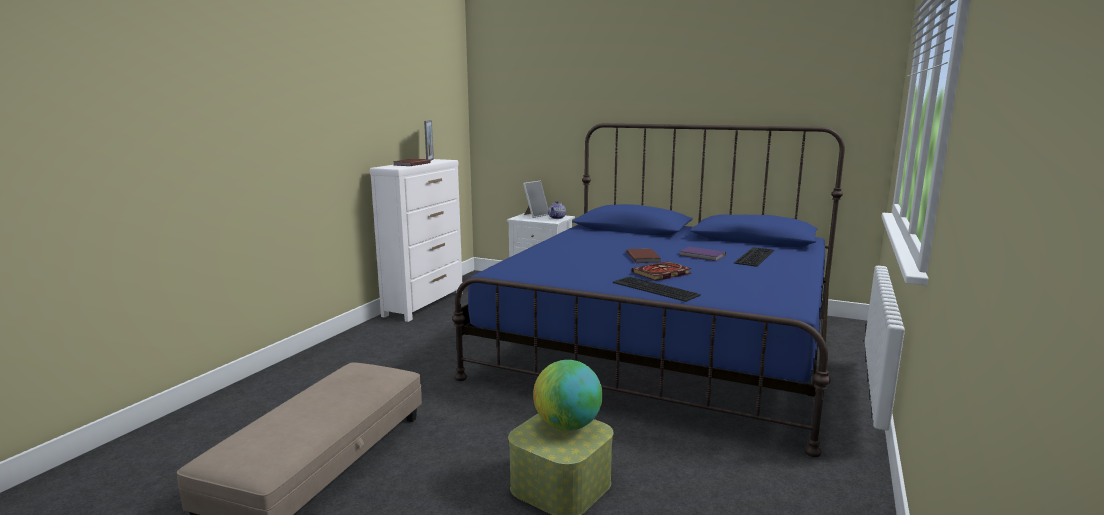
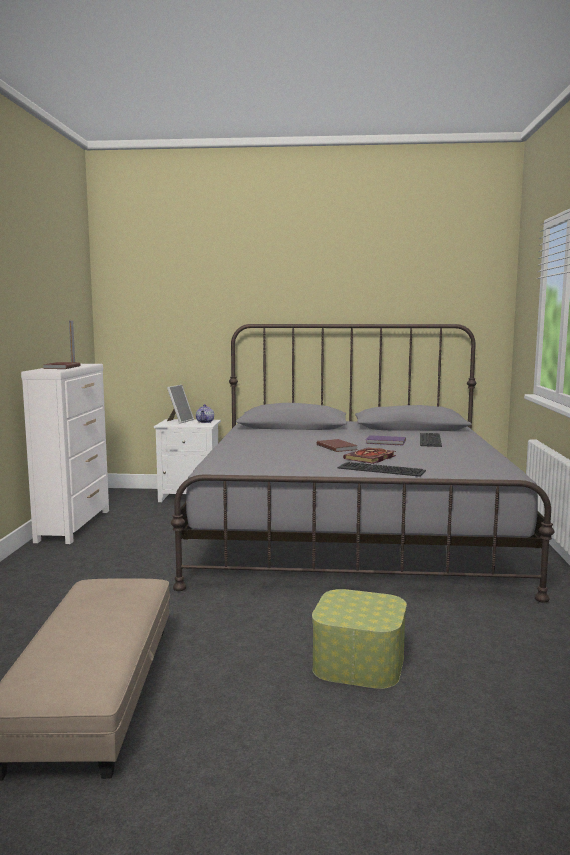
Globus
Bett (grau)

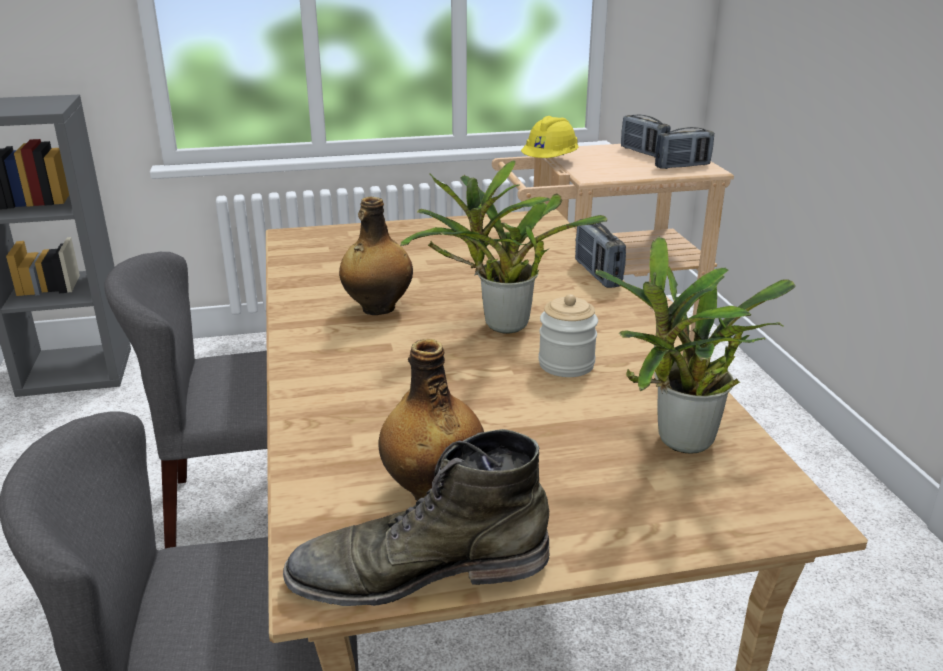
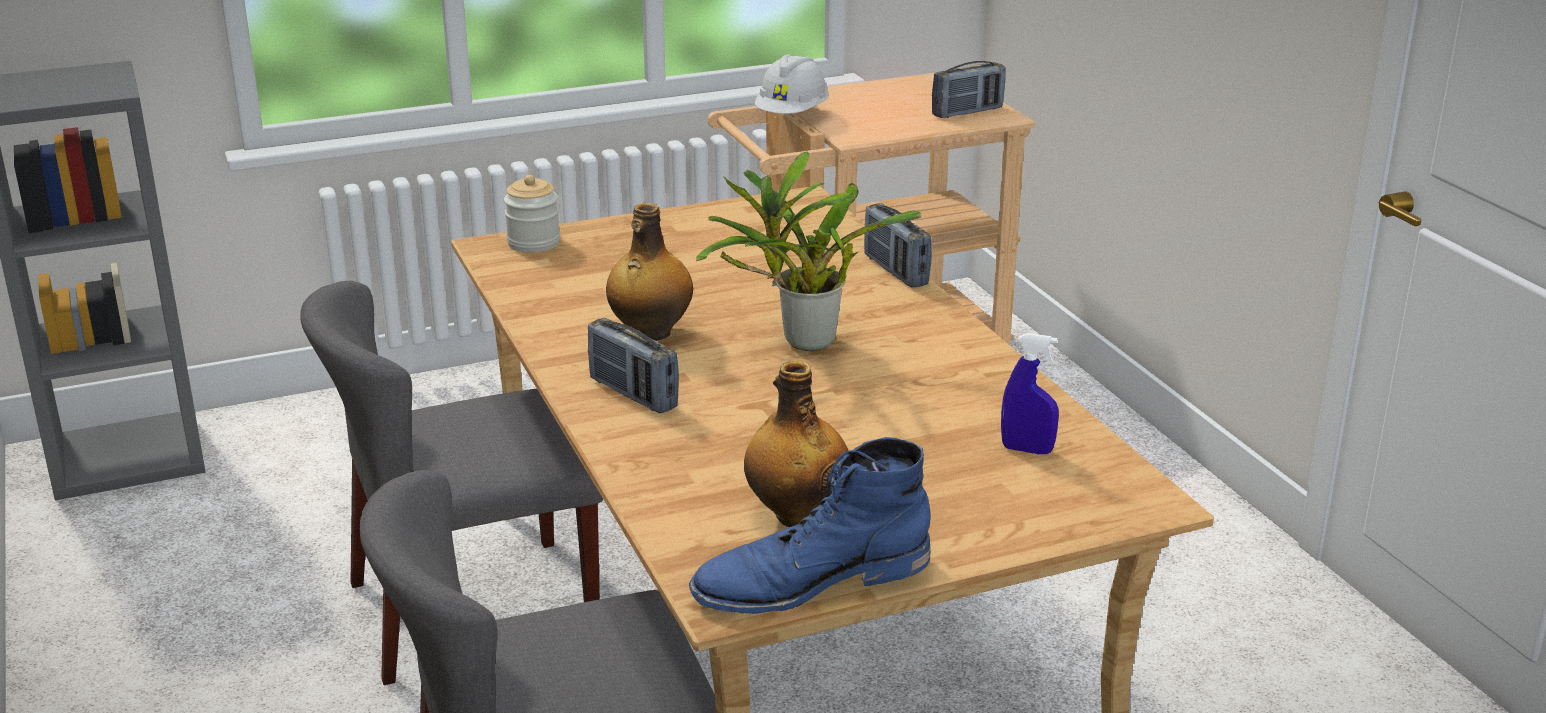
Vorratsglas
Radio (1st from left)
Sprühflasche (blau)
Stiefel (blau)
Schutzhelm (weiß)

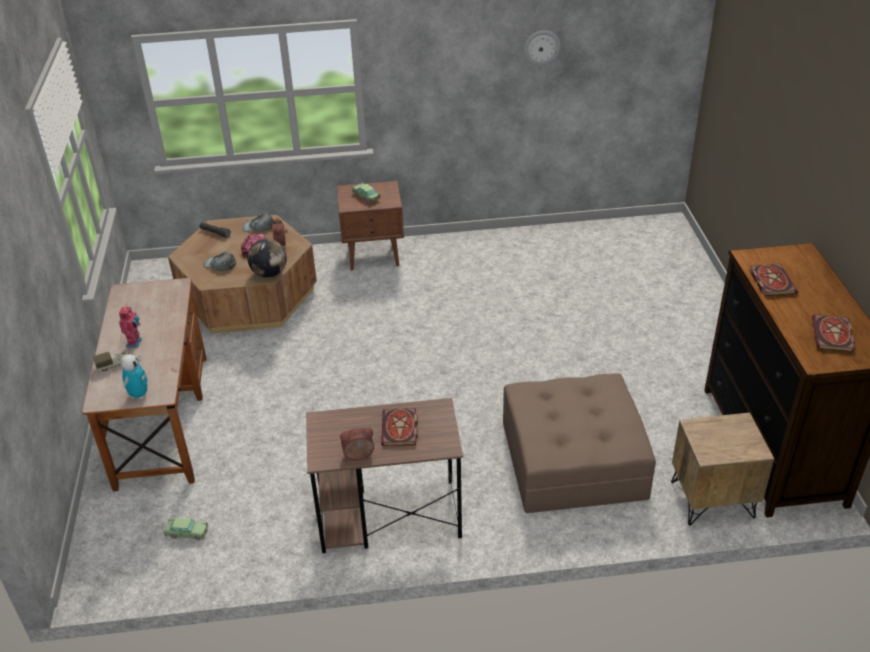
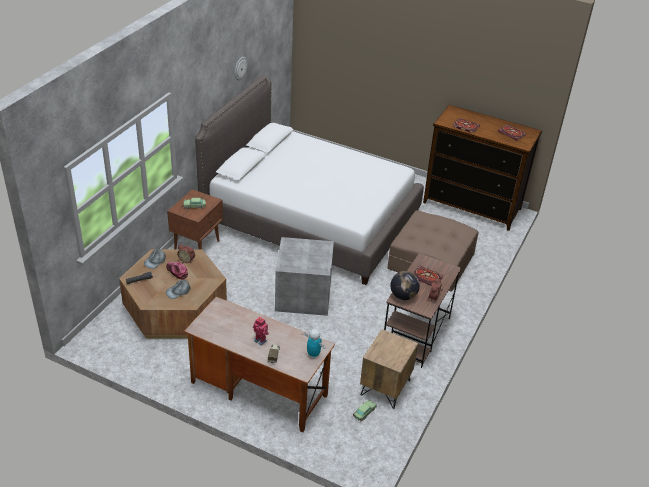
Bett (weiß)
Aufbewahrungsbox (grau)
Globus
Nachttisch (braun) (2nd from left)

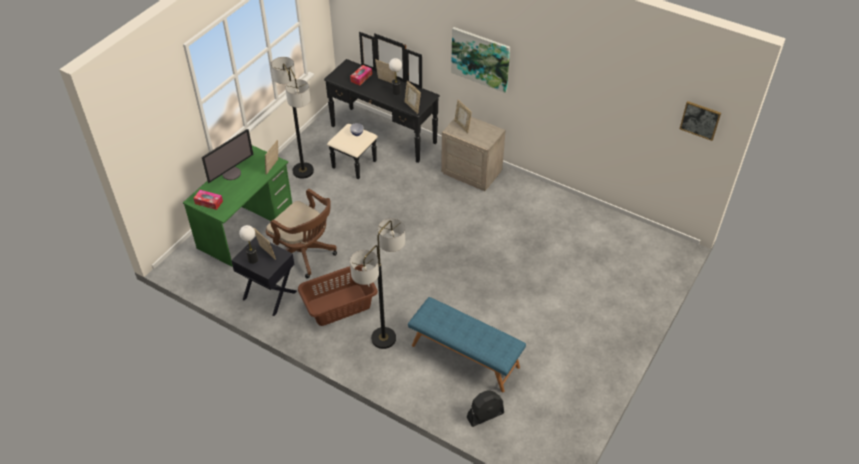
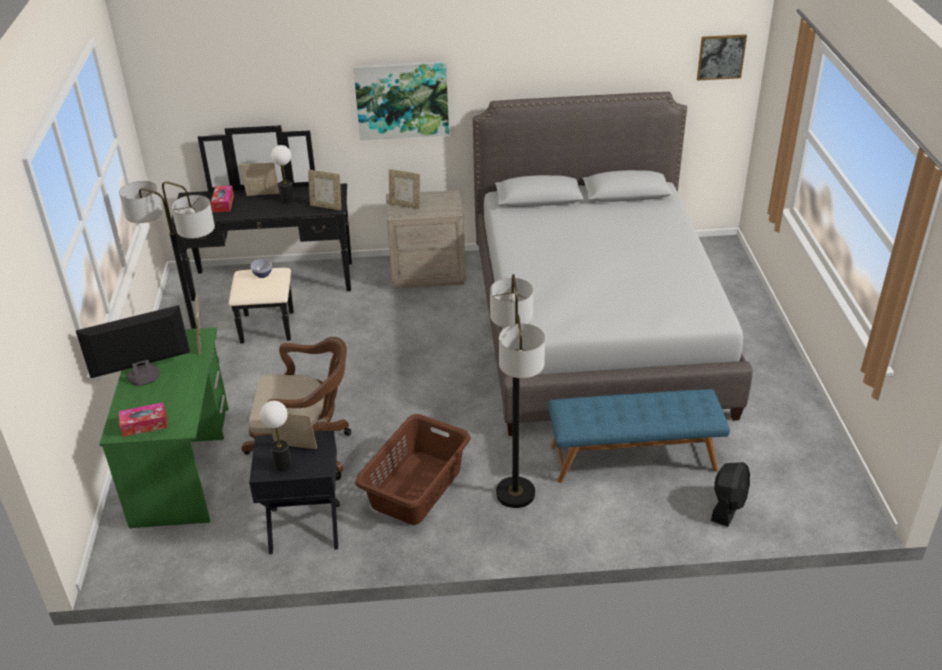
Bett (grau)
Monitor

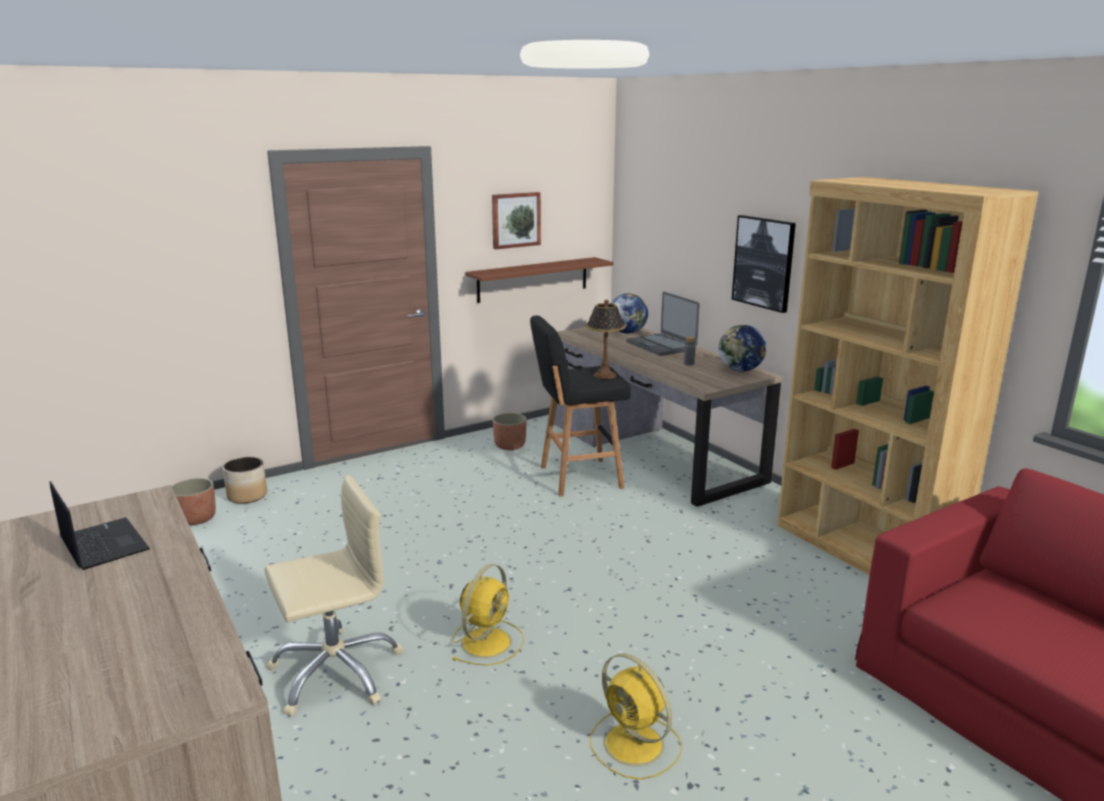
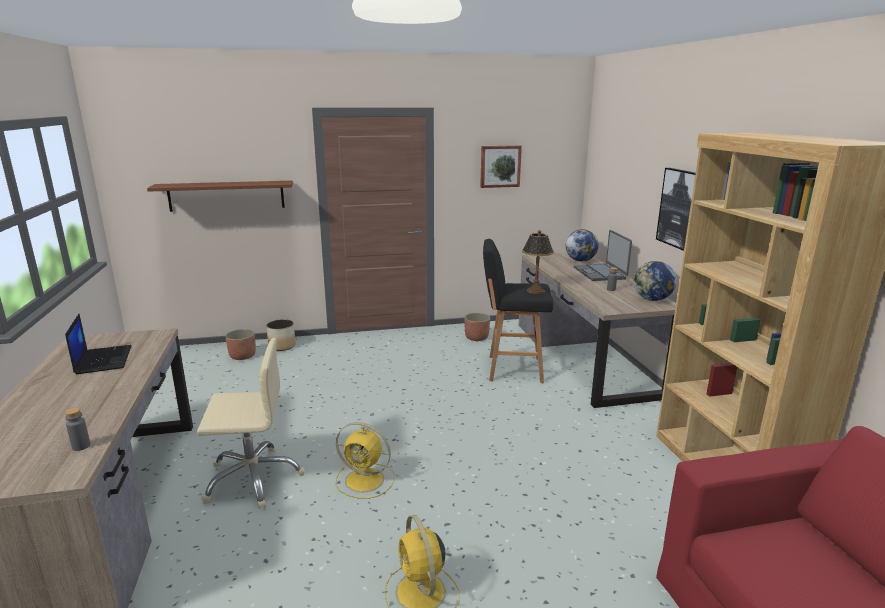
Flasche (grau) (1st from left)
Wandregal (braun)
Ventilator (gelb) (1st from left)

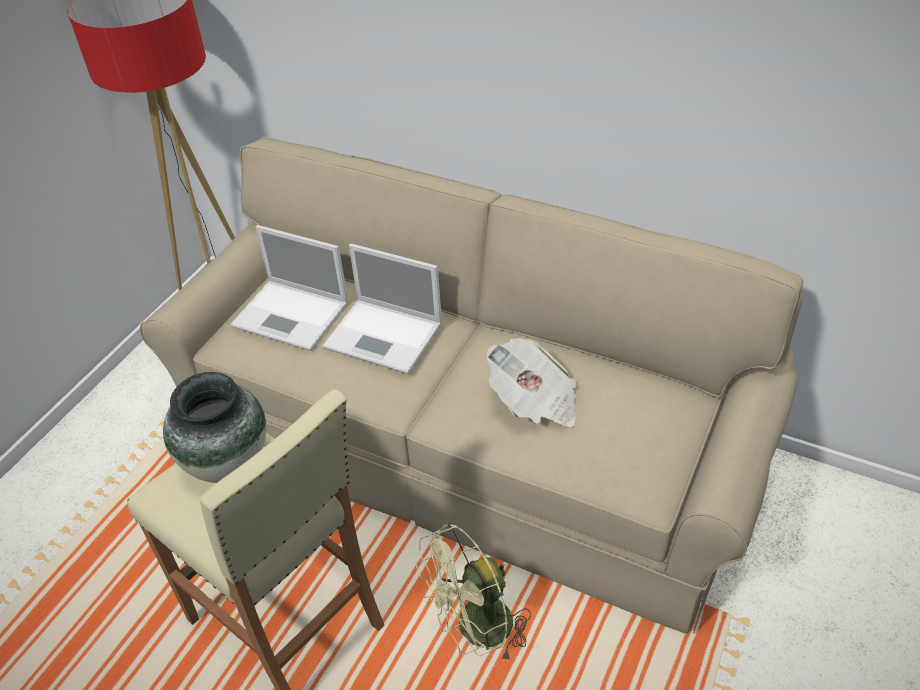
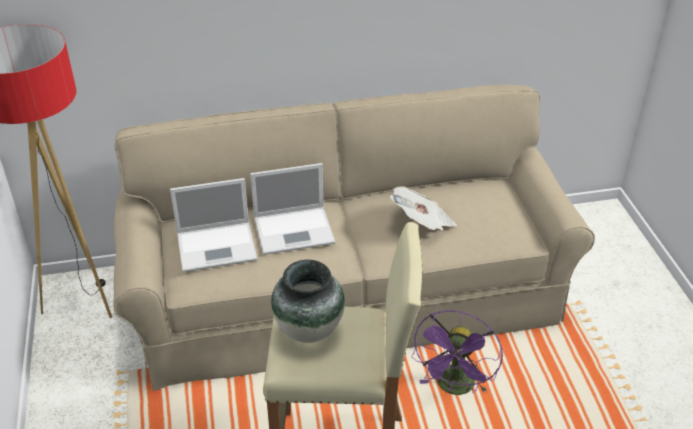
Ventilator (lila)

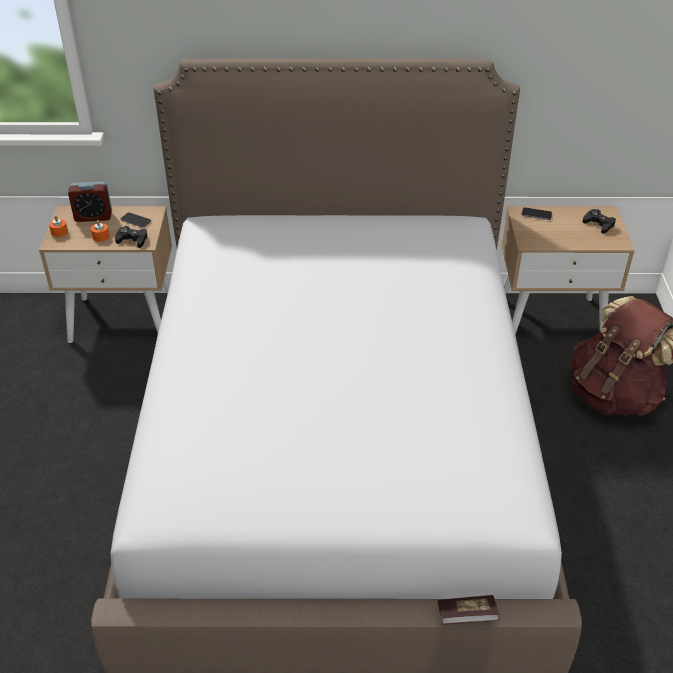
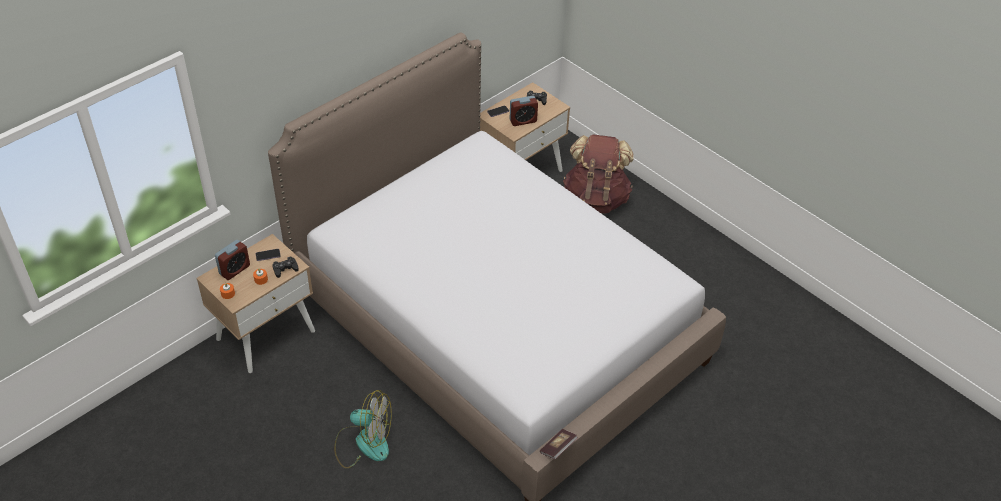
Ventilator
Wecker (2nd from left)
Buch

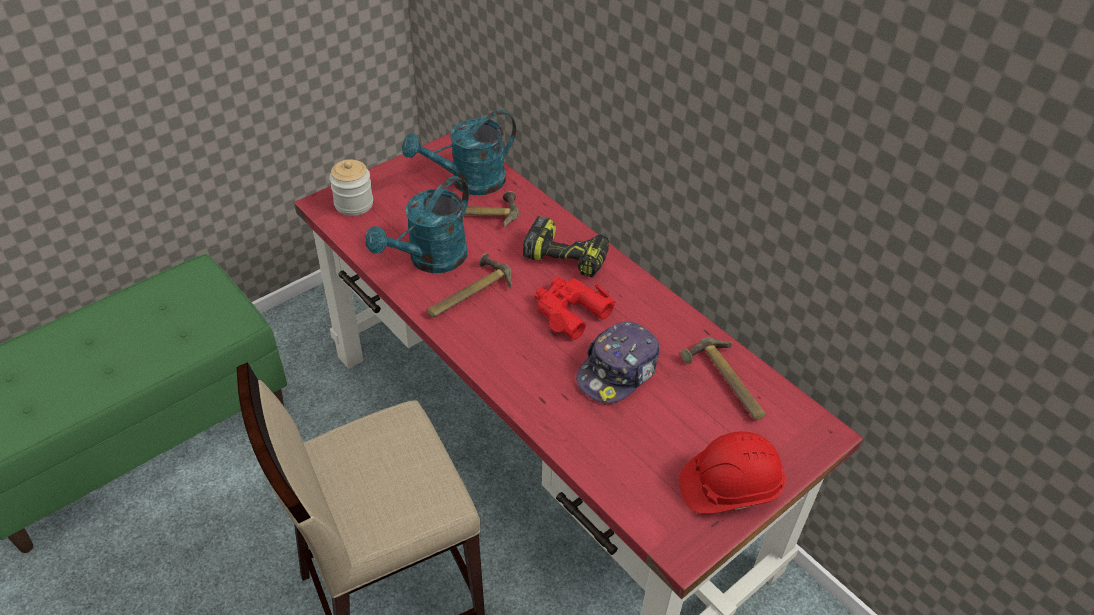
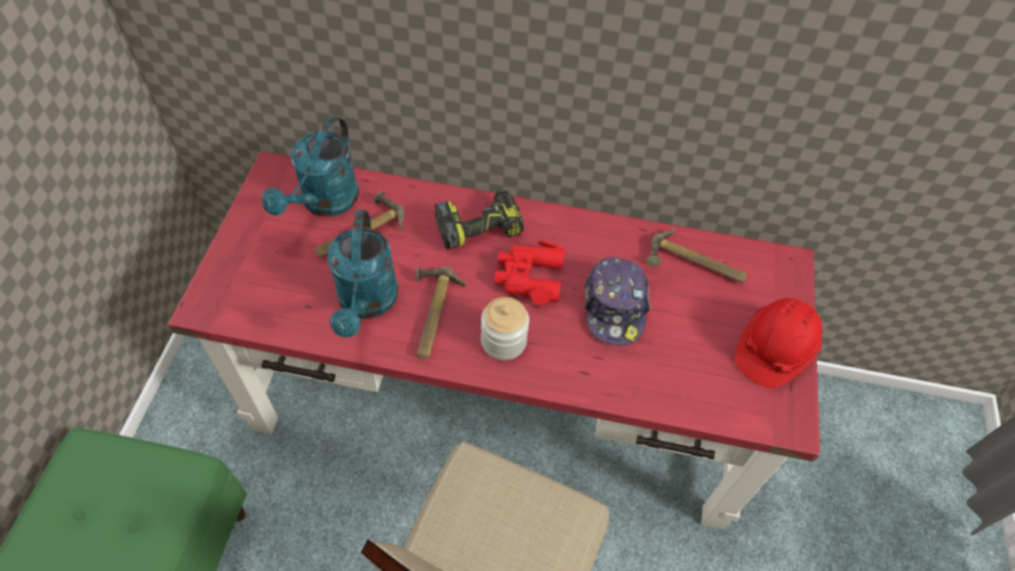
Vorratsglas

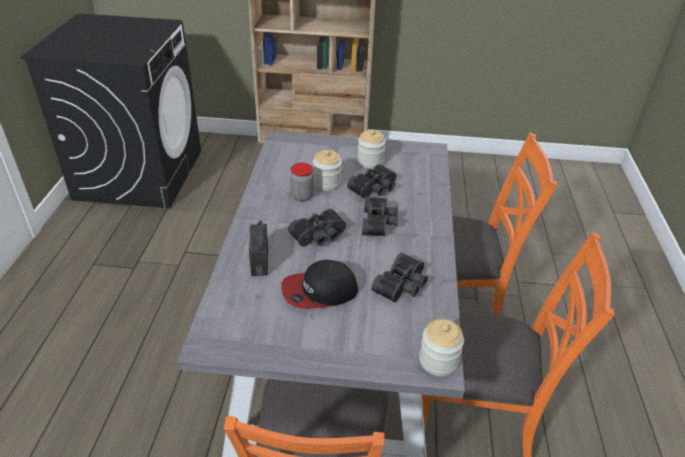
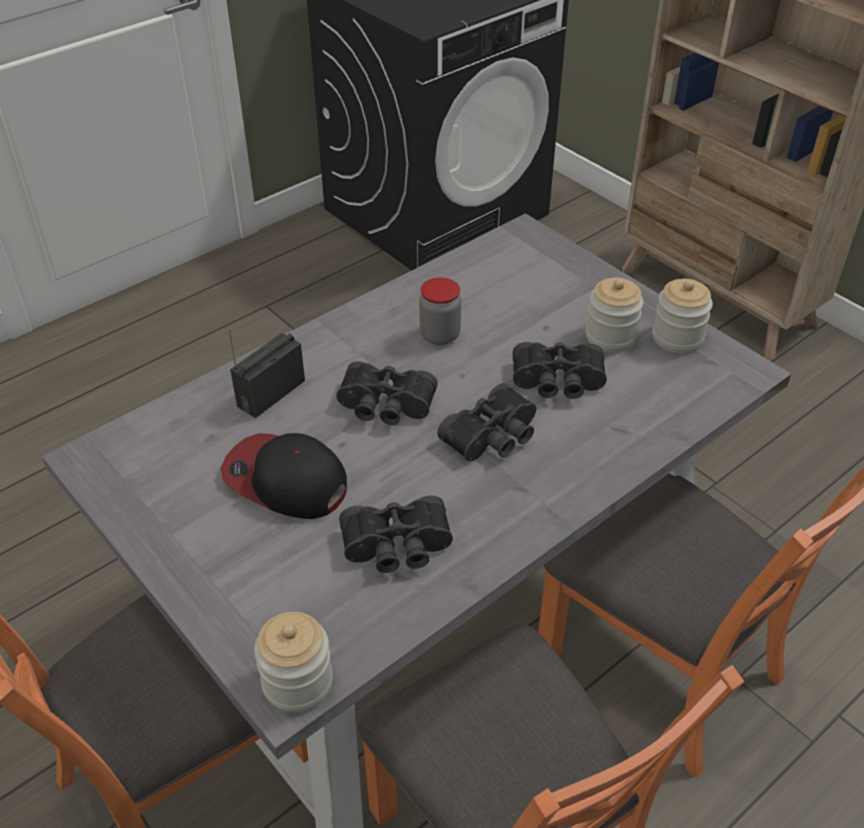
Vorratsglas (4th from left)

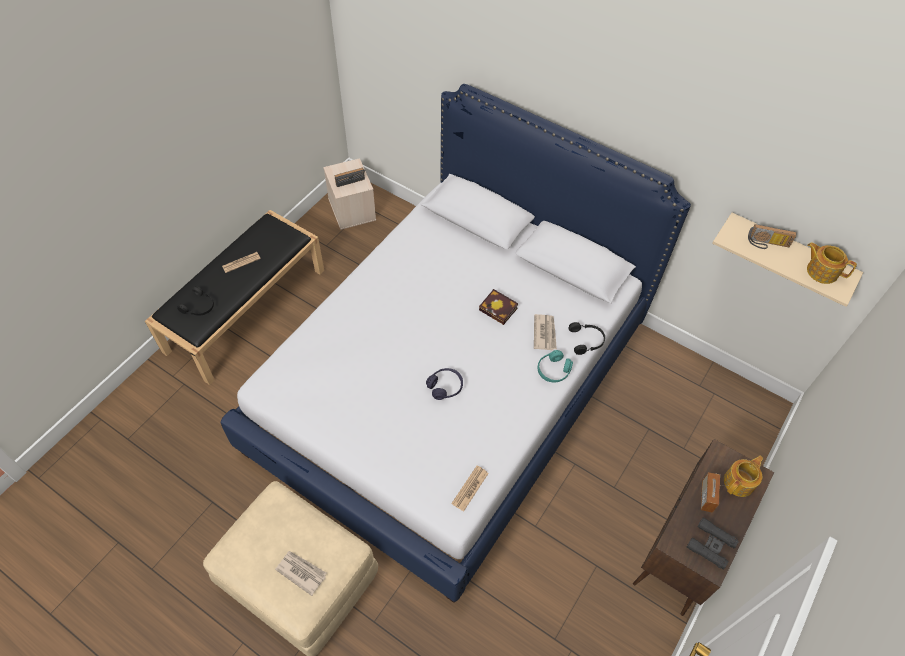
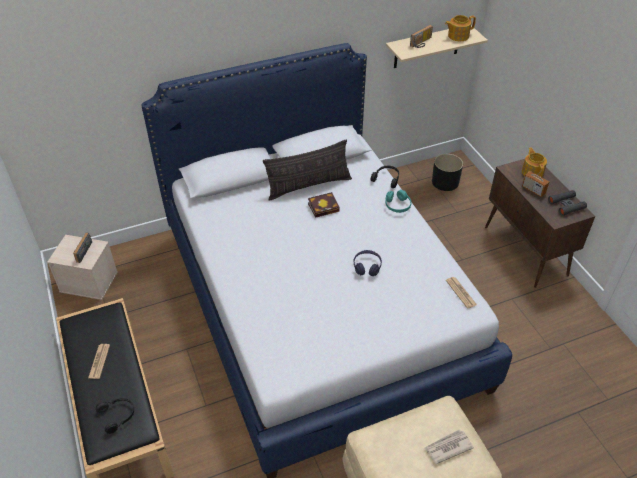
Zeitung (4th from left in the first image)
Kissen
Pflanzkübel (schwarz)

